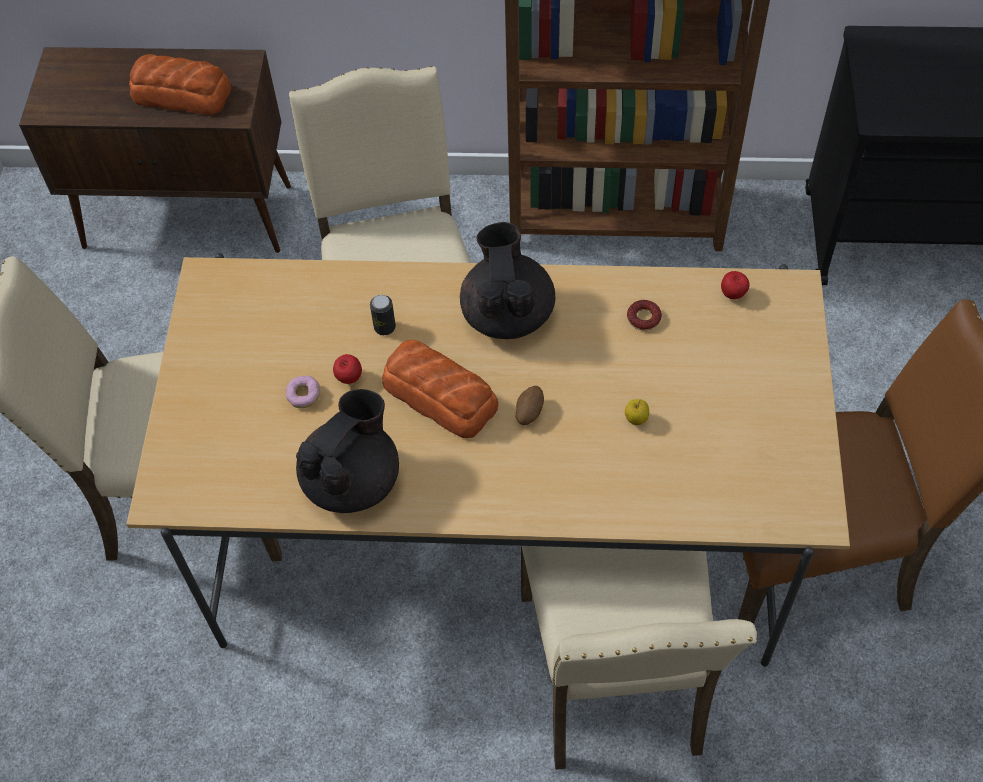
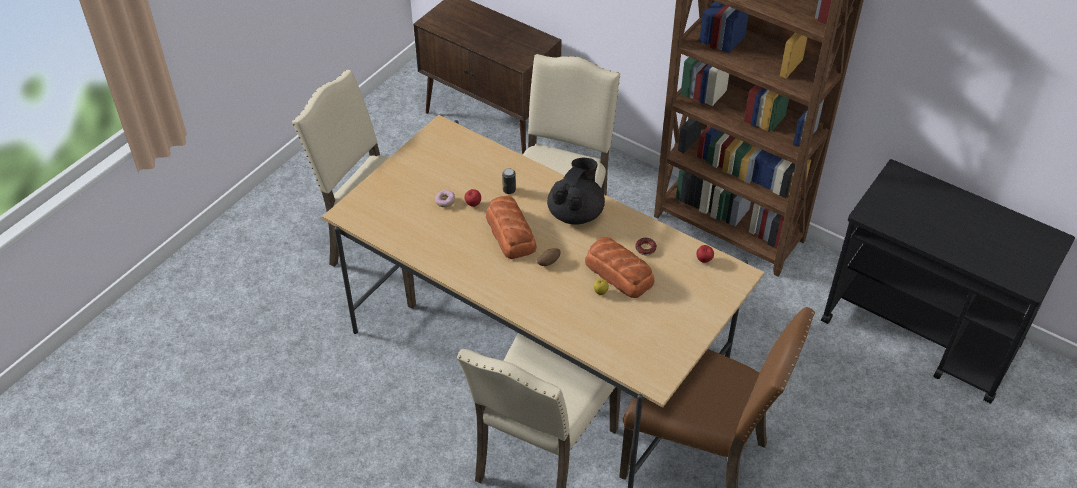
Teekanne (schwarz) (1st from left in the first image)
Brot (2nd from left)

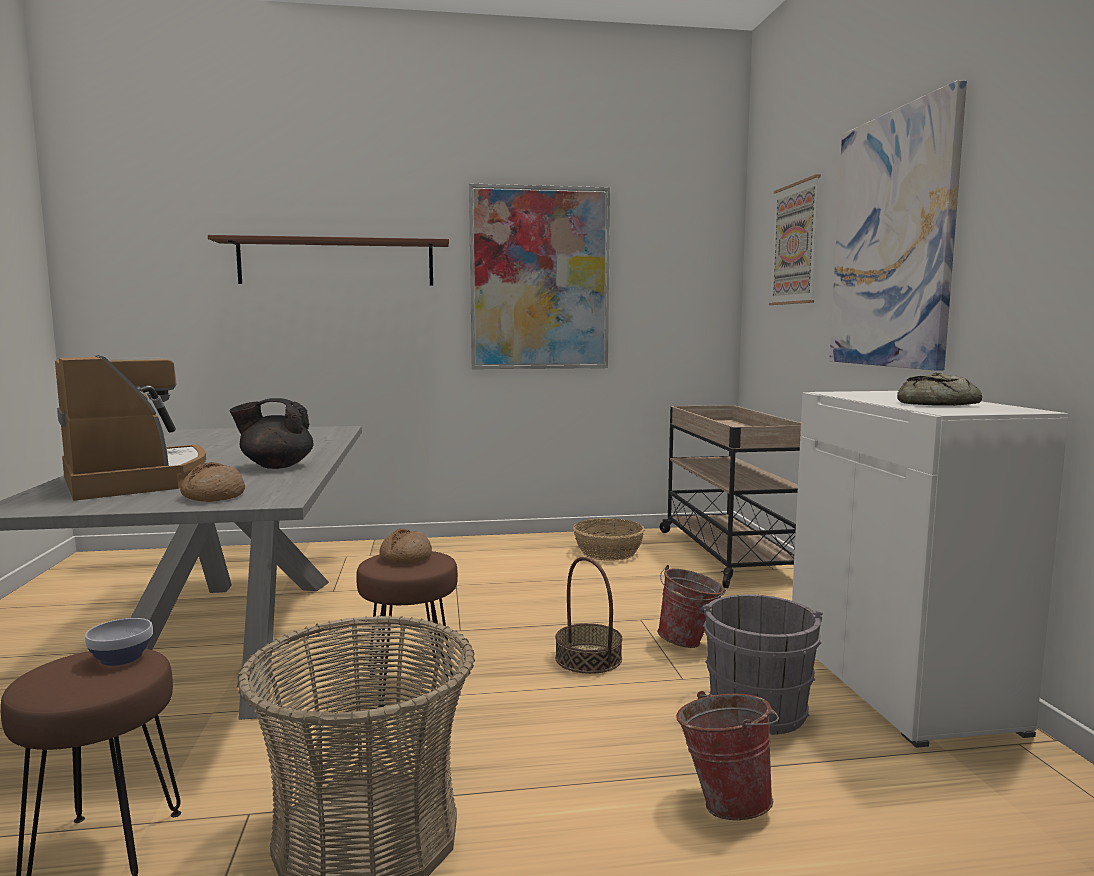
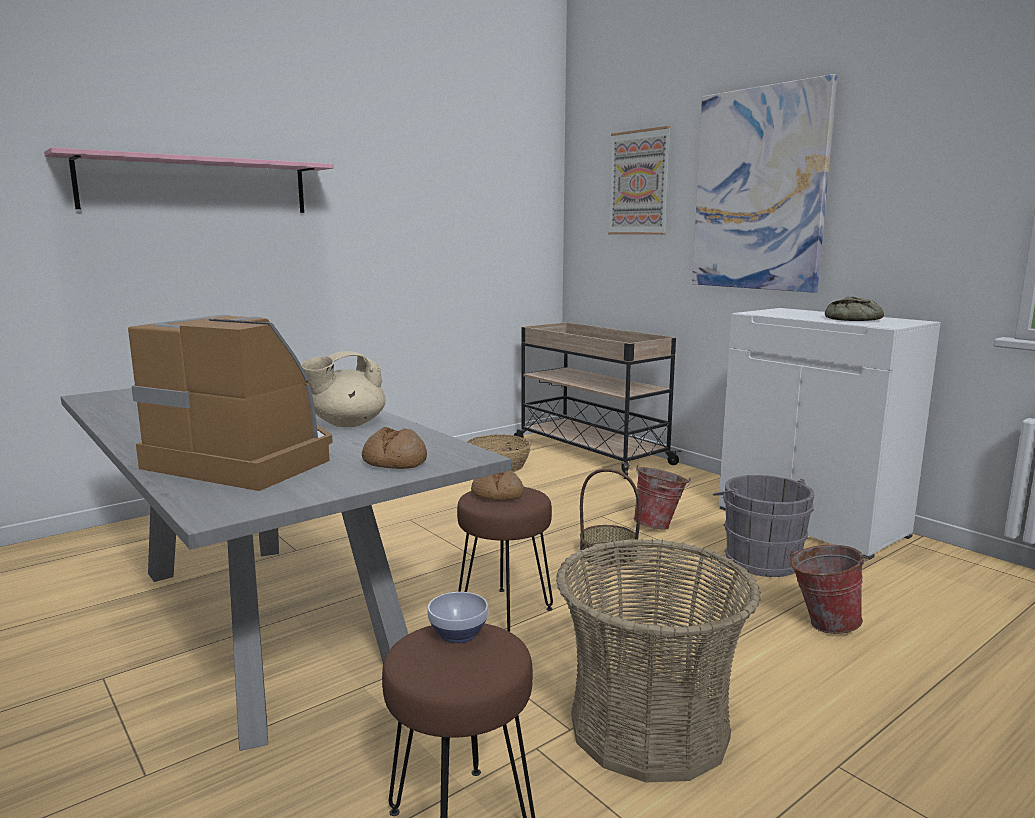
Bild (1st from left in the first image)
Wandregal (rosa)
Teekanne (beige)

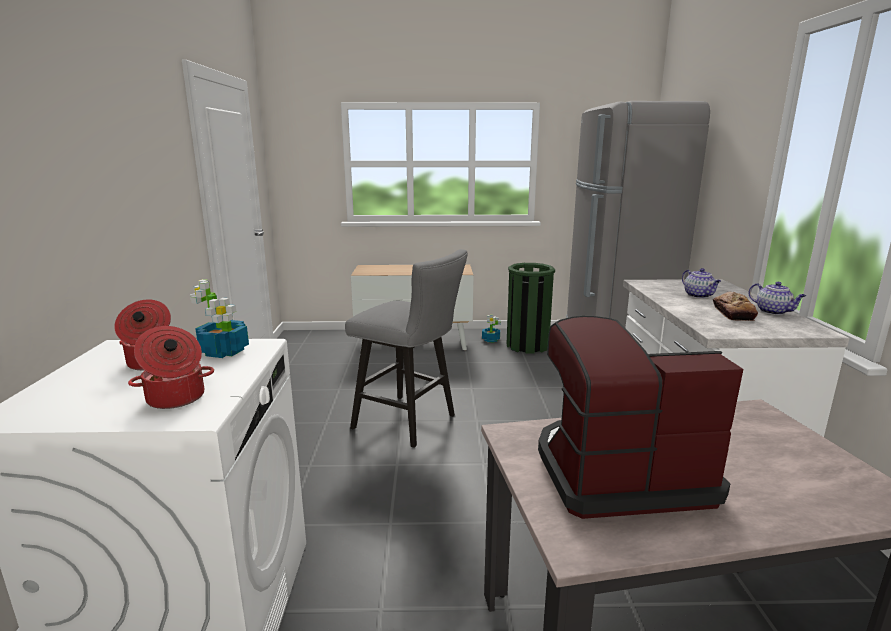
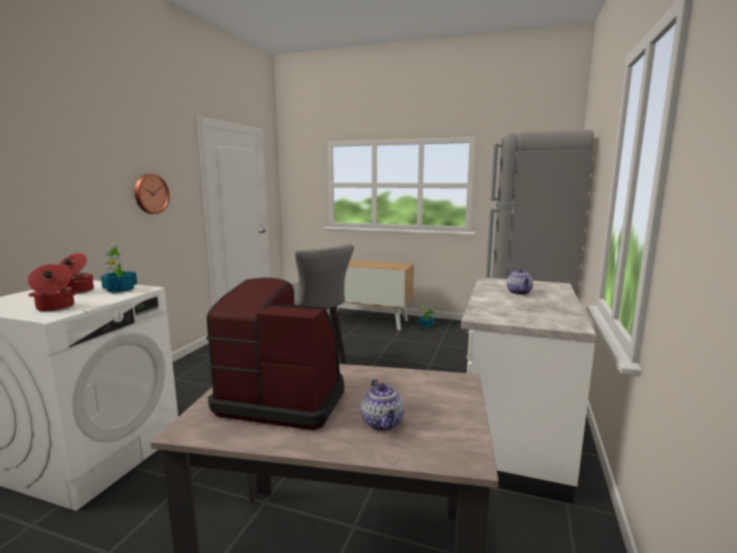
Mülleimer (grün)
Brot
Wanduhr
Teekanne (1st from left)

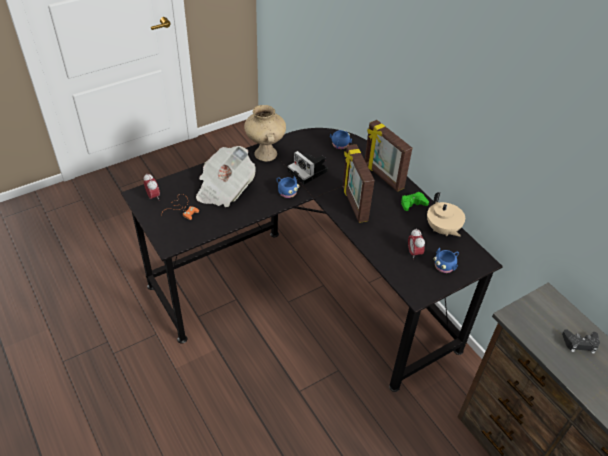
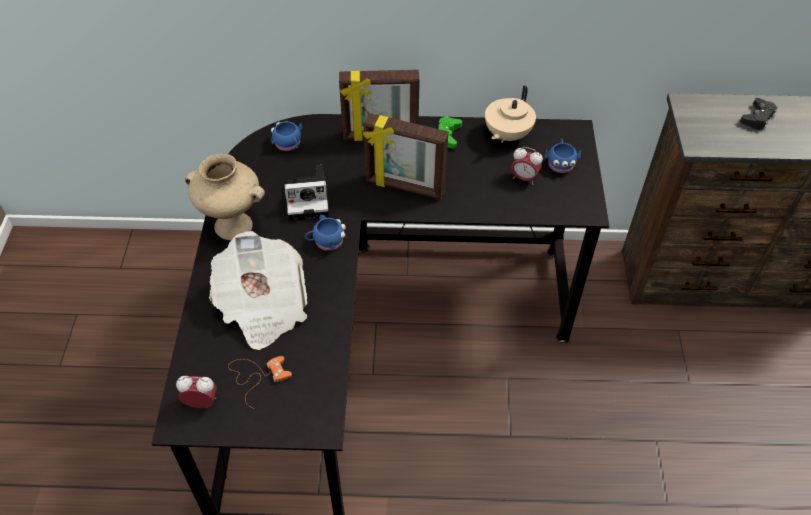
Teekanne (beige)

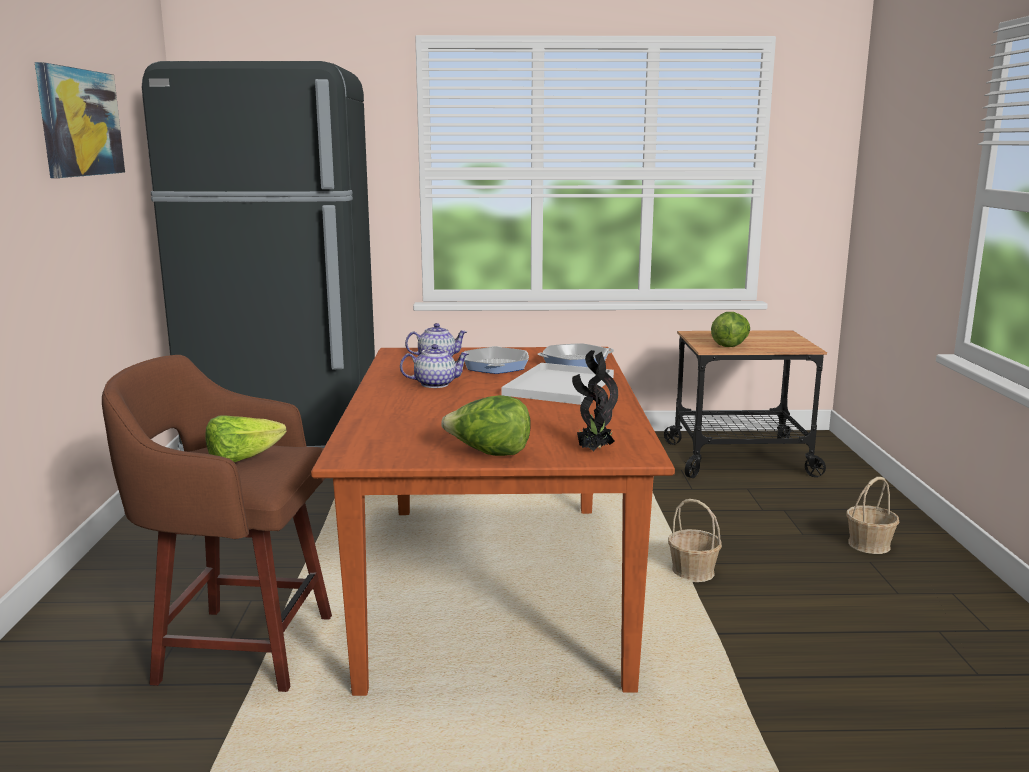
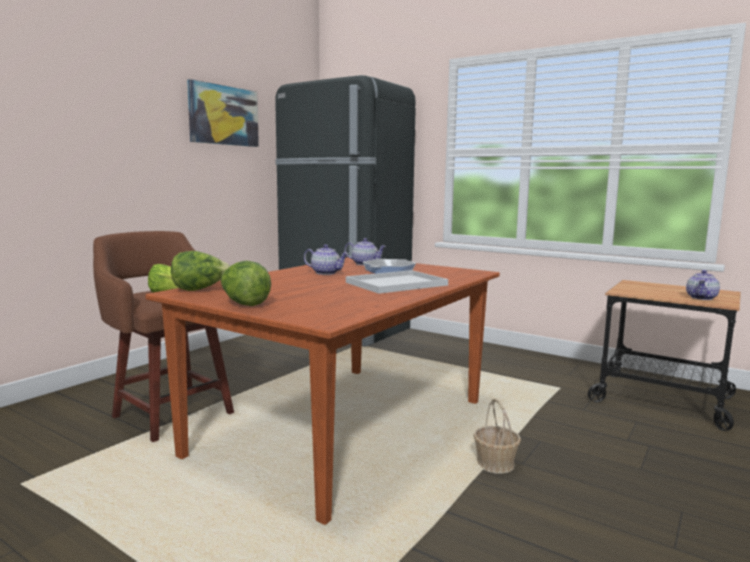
Pfanne (2nd from left in the first image)
Topfpflanze
Korb (2nd from left in the first image)
Teekanne (3rd from left)
Salatkopf (2nd from left)

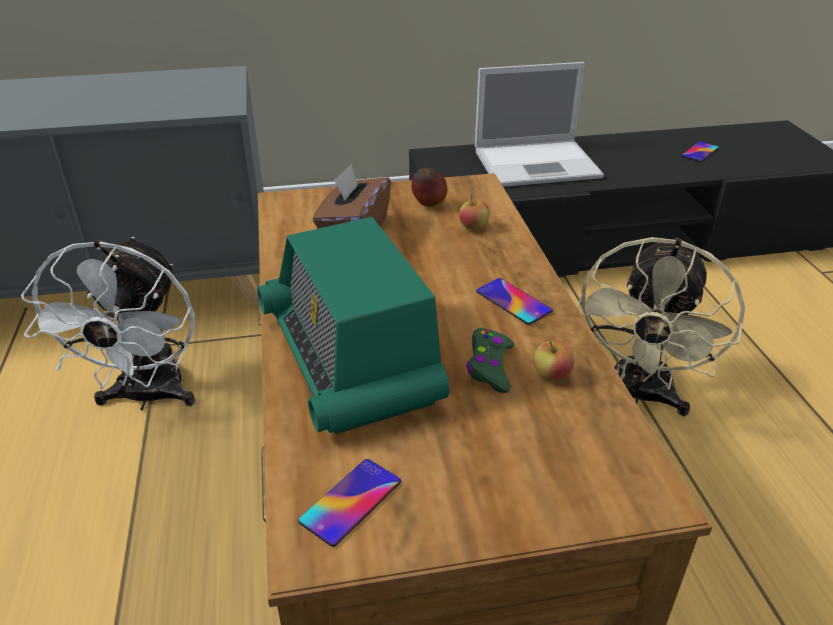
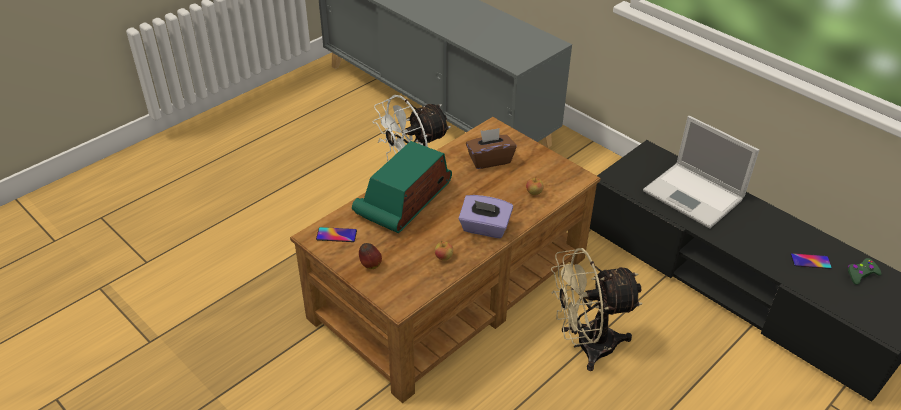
Apfel (1st from left)
Gamepad (grün)
Taschentuchbox (lila)

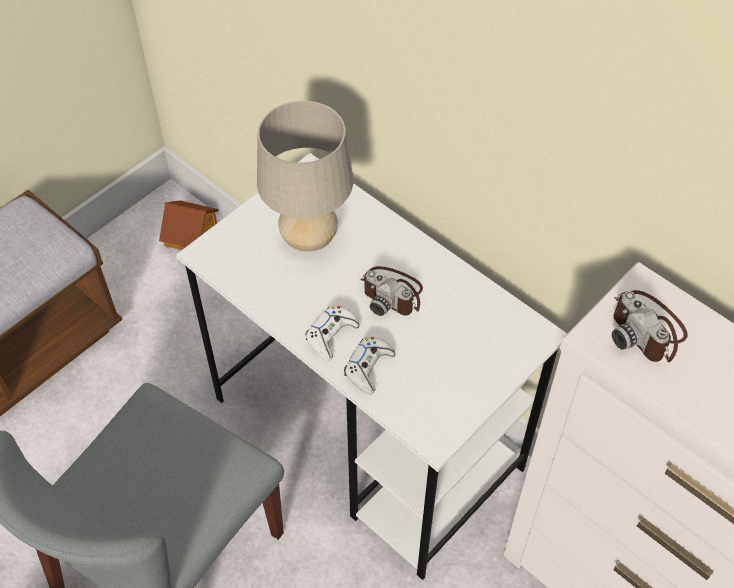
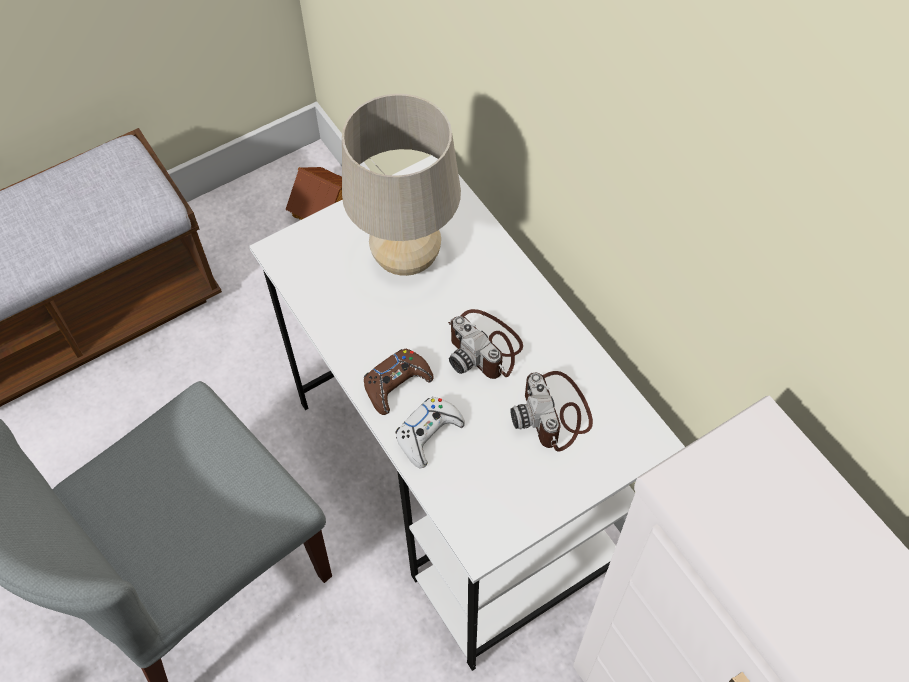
Kamera (2nd from left)
Gamepad (braun)

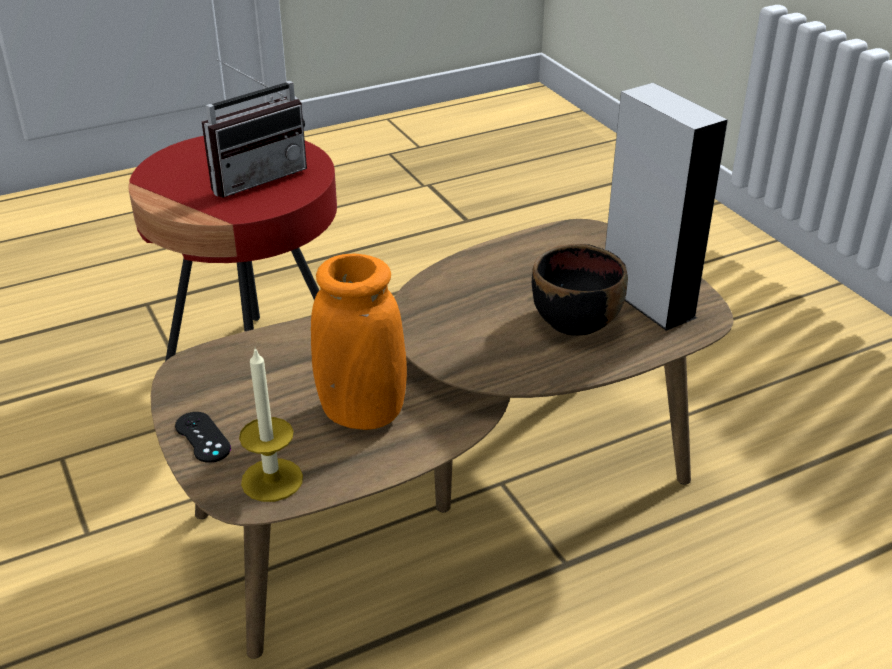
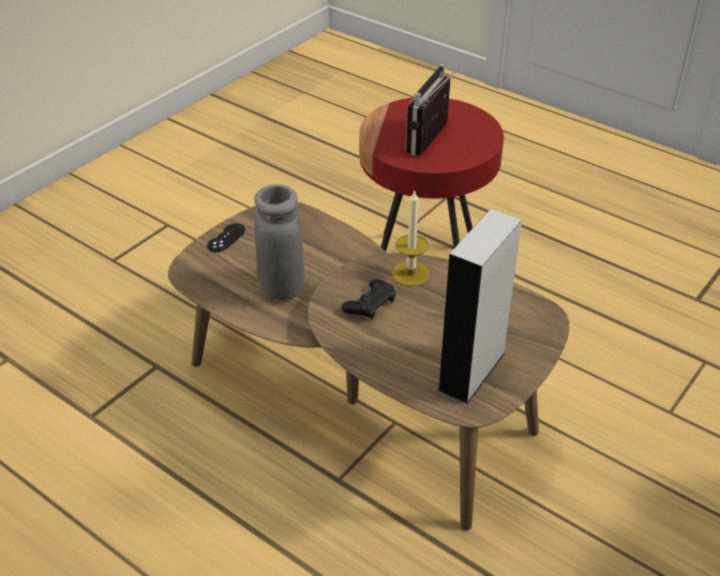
Schüssel (schwarz)
Gamepad (schwarz) (2nd from left)
Kerze
Vase (grau)
Radio

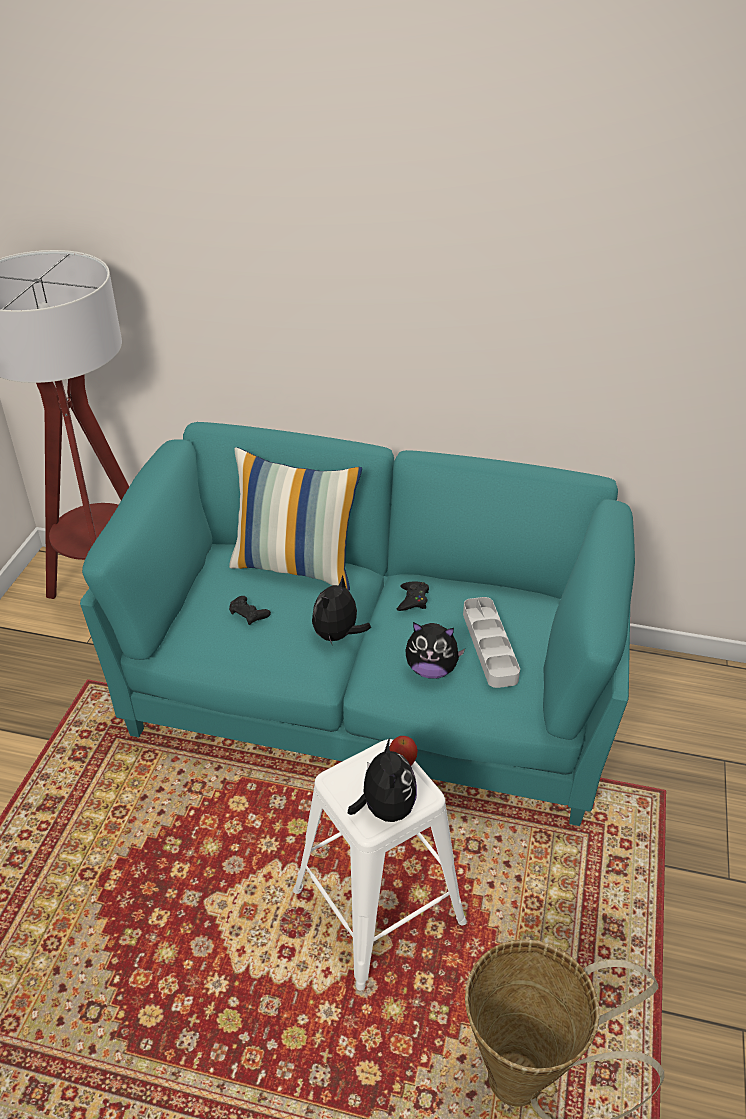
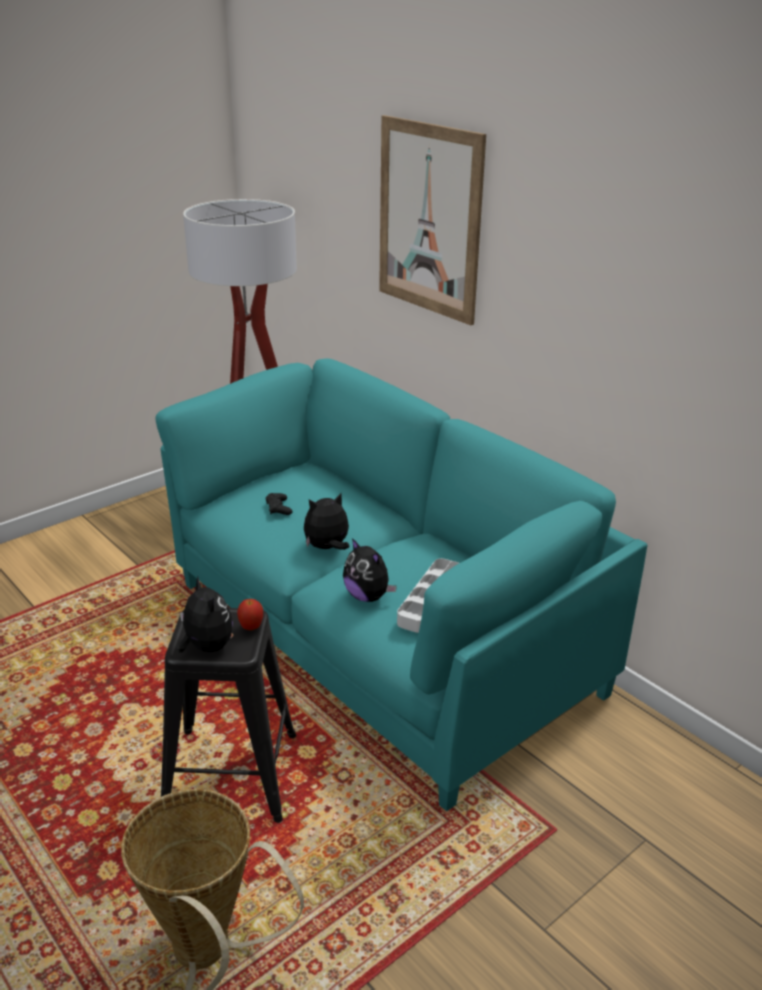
Kissen
Gamepad (schwarz) (2nd from left in the first image)
Bild
Hocker (schwarz)
Plüschtier (1st from left)

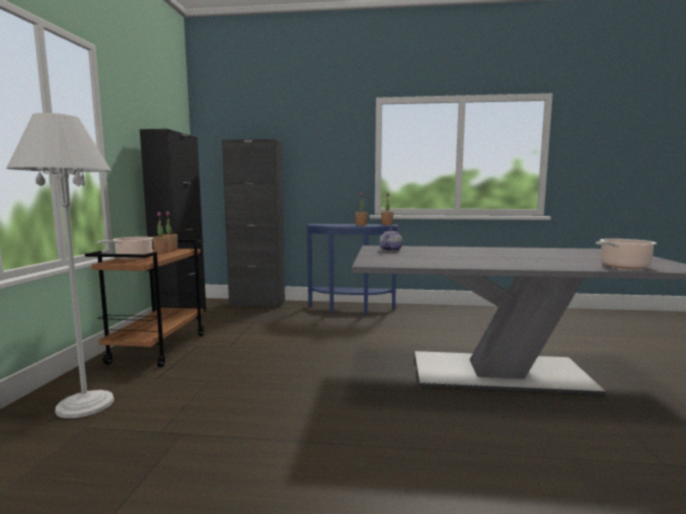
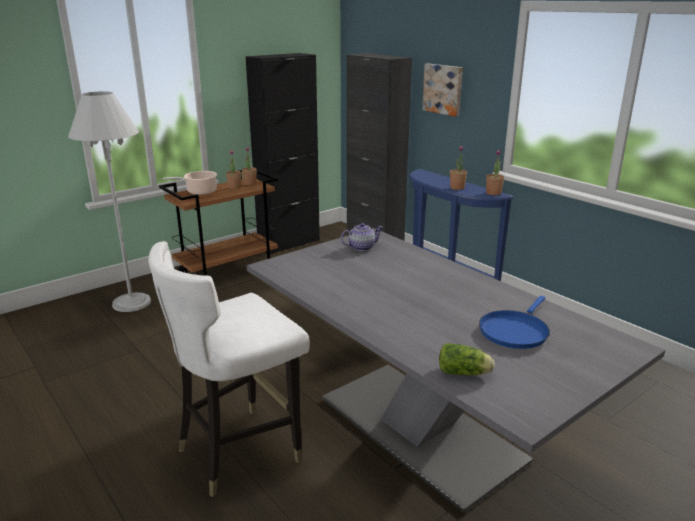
Stuhl (weiß)
Bild
Pfanne (blau)
Salatkopf

